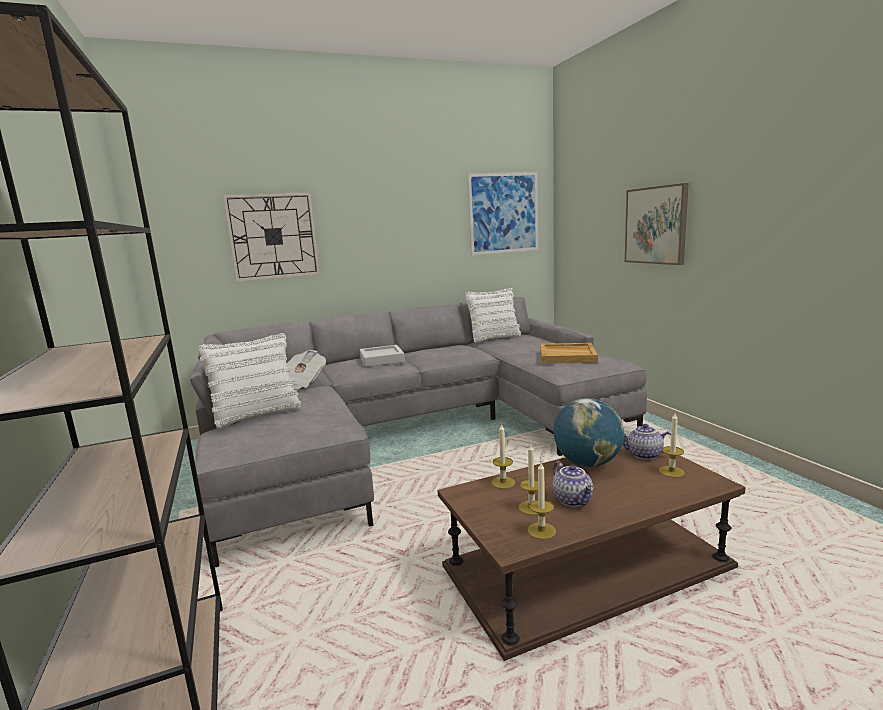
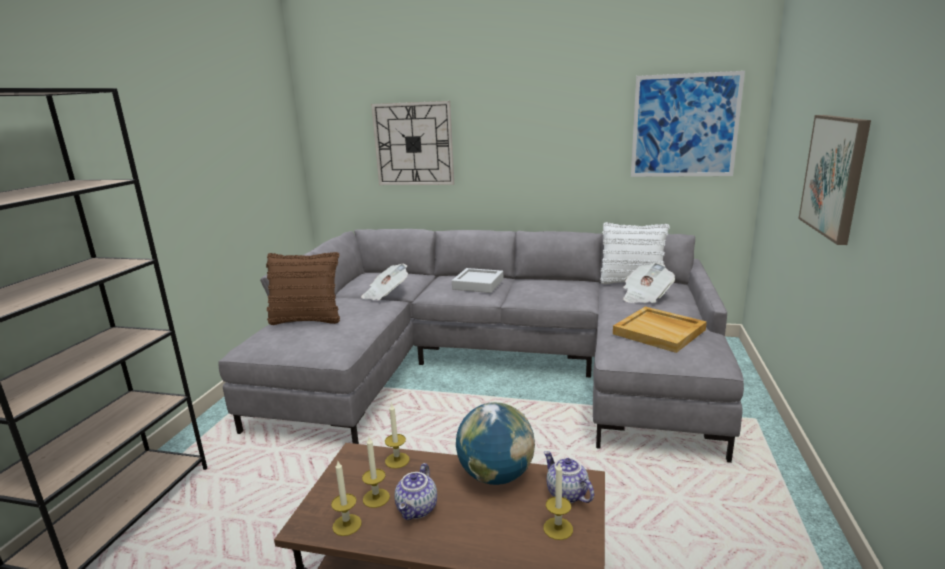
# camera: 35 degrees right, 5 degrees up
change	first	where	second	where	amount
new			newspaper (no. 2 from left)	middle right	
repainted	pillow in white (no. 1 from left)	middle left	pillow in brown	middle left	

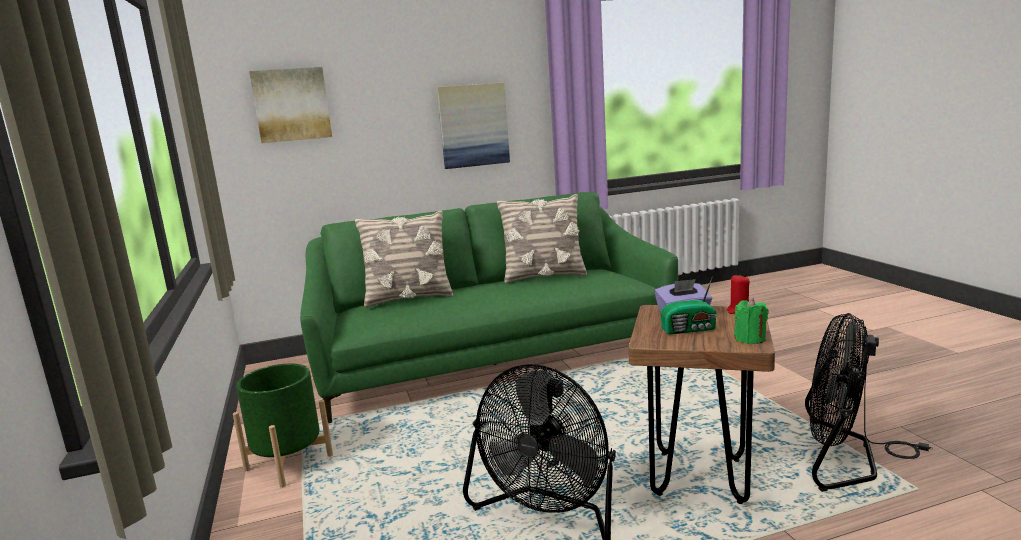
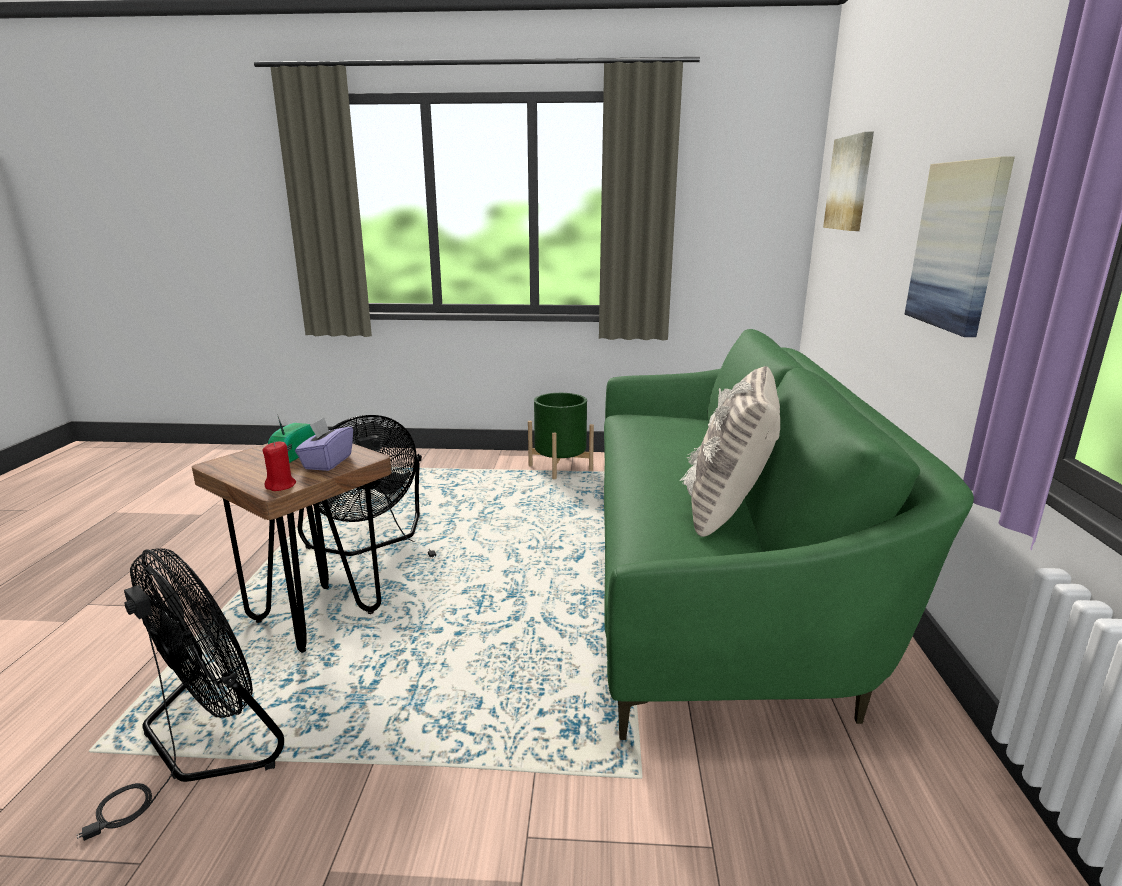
# camera: 110 degrees right, 5 degrees up
change	first	where	second	where	amount
gone	pillow in beige (no. 1 from left)	centre			
gone	candle in green	middle right			

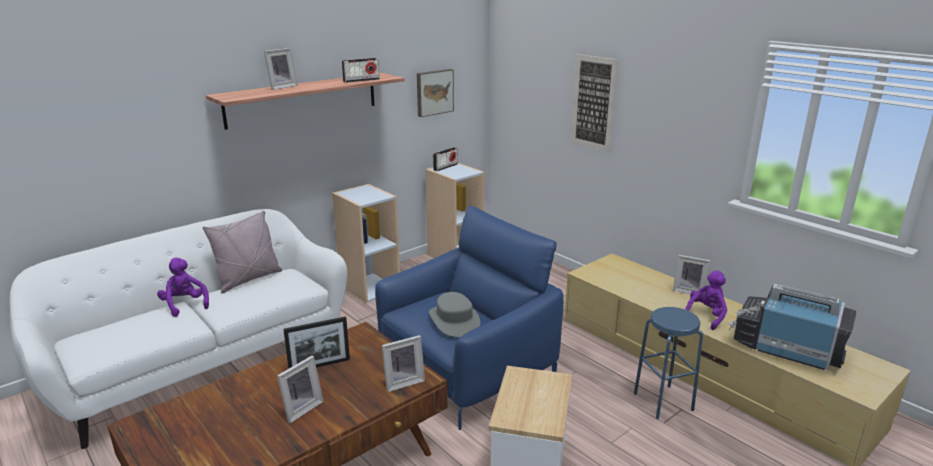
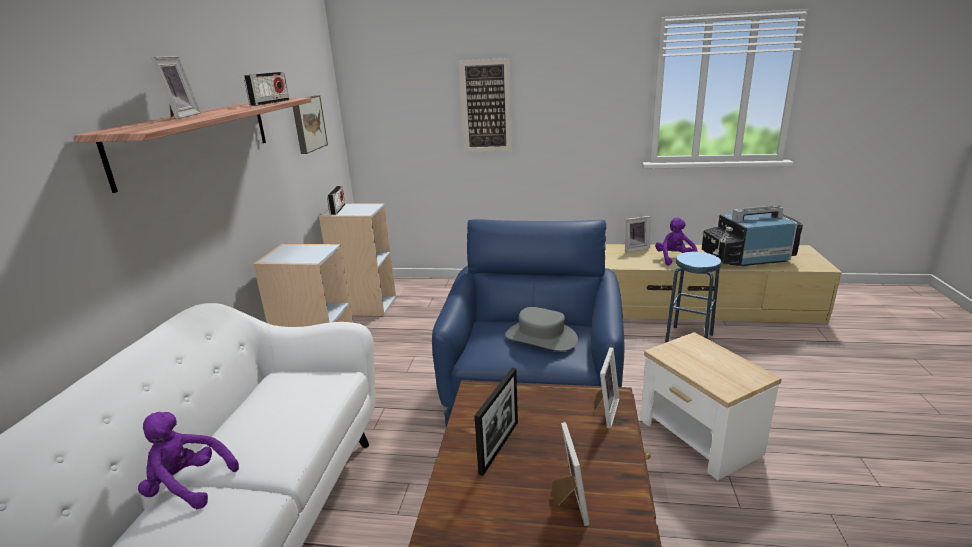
# camera: 40 degrees left, 0 degrees up
change	first	where	second	where	amount
gone	pillow in purple	middle left			

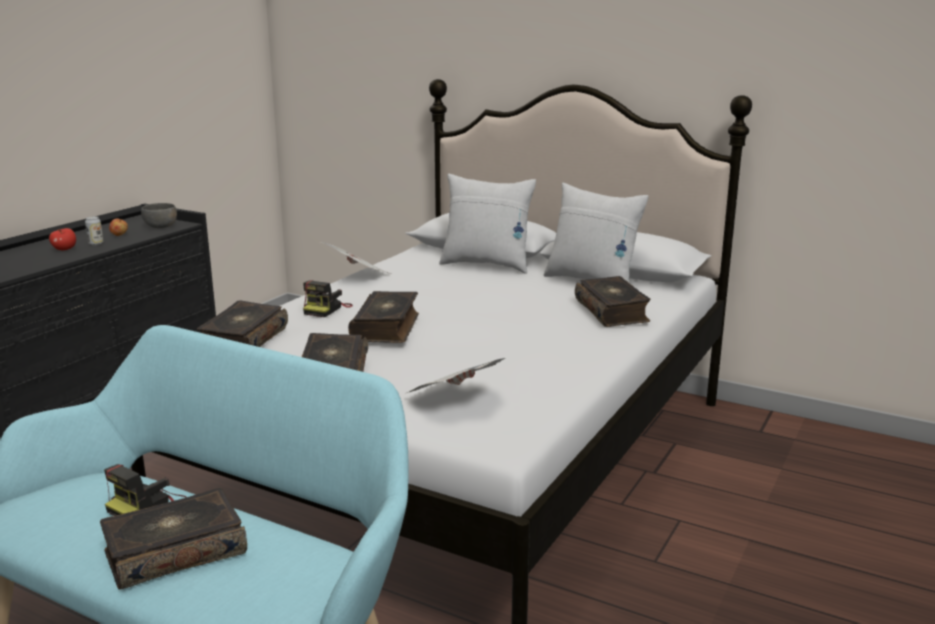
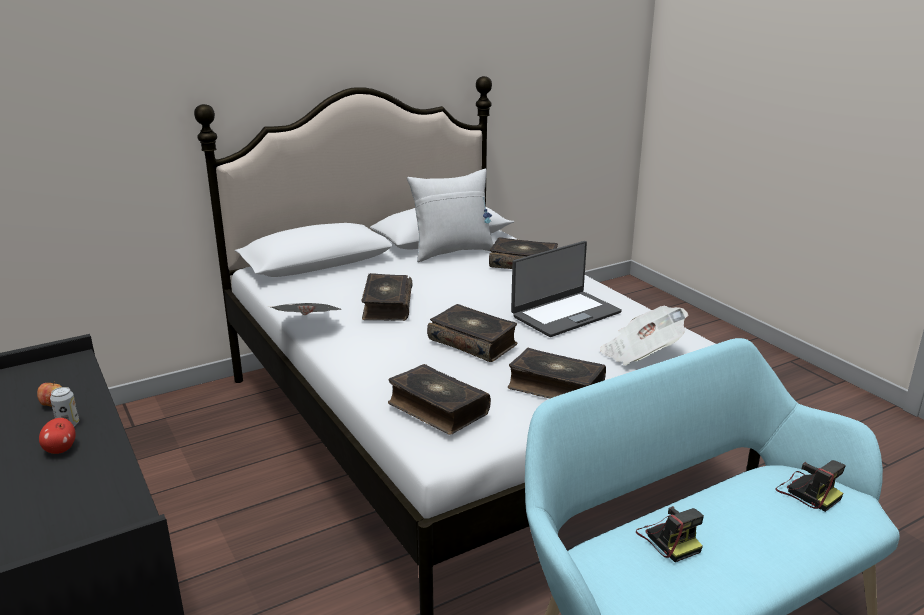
# camera: 60 degrees left, 5 degrees up
change	first	where	second	where	amount
gone	bowl in grey	middle left			
gone	pillow in grey (no. 1 from left)	centre			
new			laptop	centre	
shifted	book (no. 1 from left)	bottom left		centre	
shifted	photo camera (no. 2 from left)	centre		bottom right	

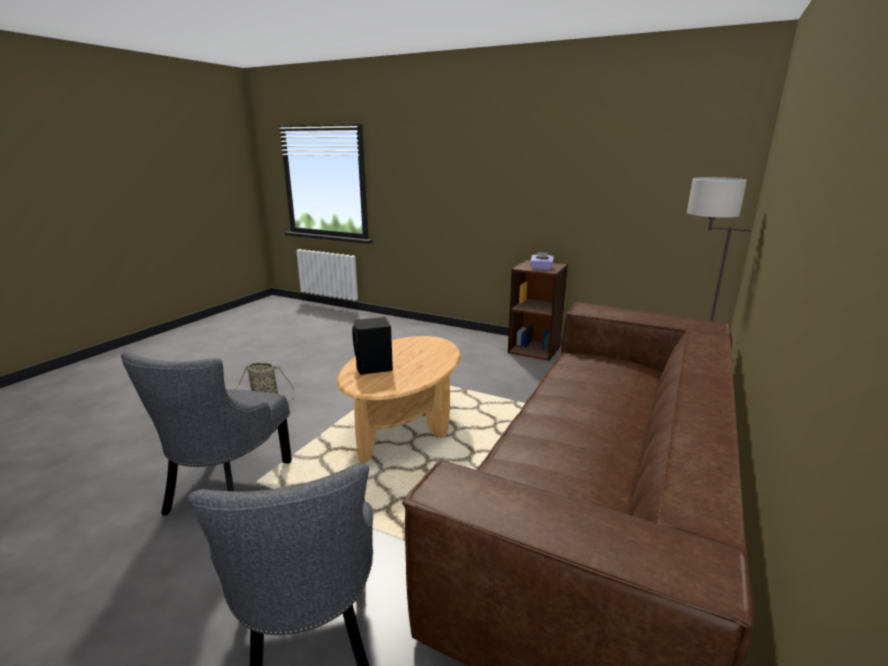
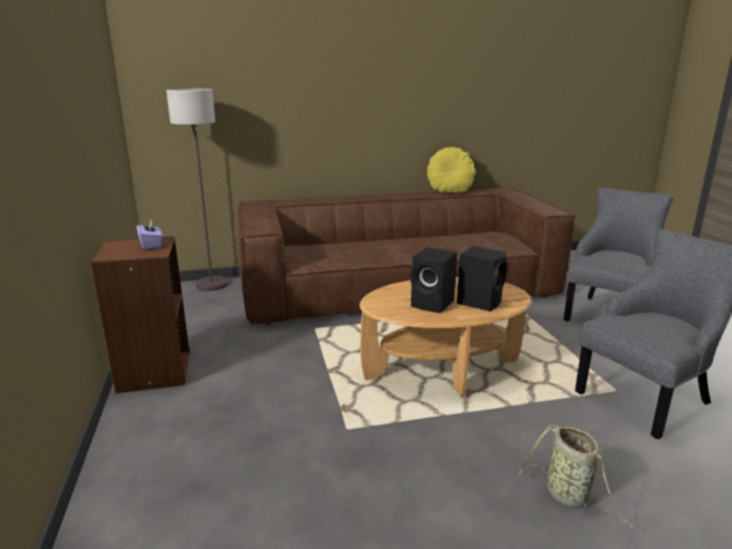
# camera: 130 degrees left, 0 degrees up
change	first	where	second	where	amount
new			speaker in black (no. 1 from left)	centre	
new			pillow in yellow	top centre	

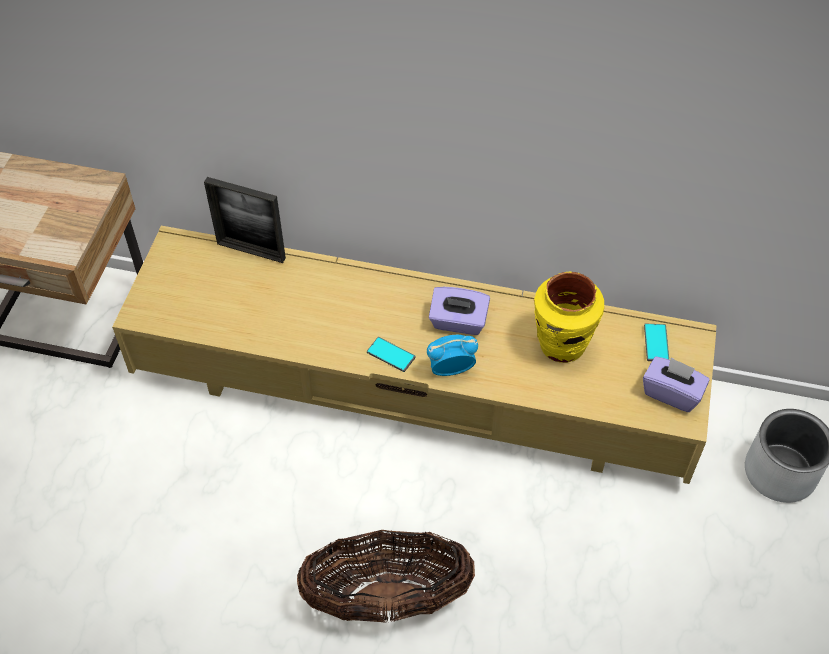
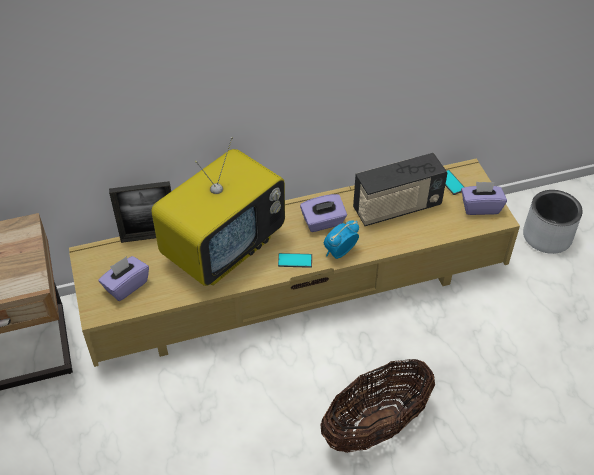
# camera: 30 degrees left, 5 degrees down
change	first	where	second	where	amount
new			tissue box in purple (no. 1 from left)	middle left	
new			television	centre	
swapped	vase in yellow	middle right	radio	middle right	

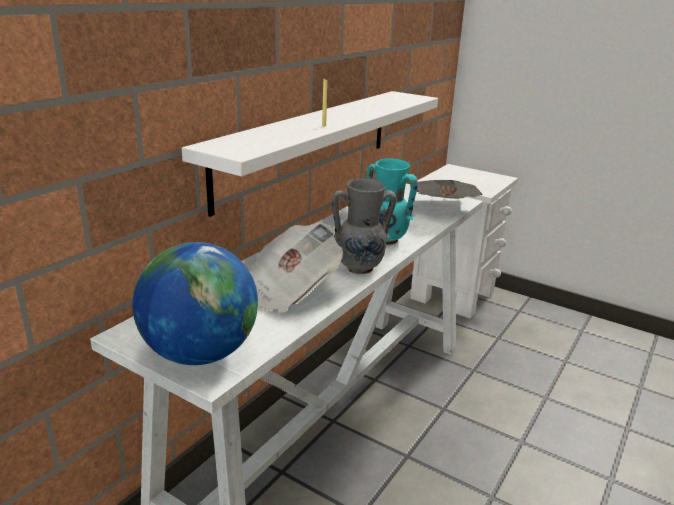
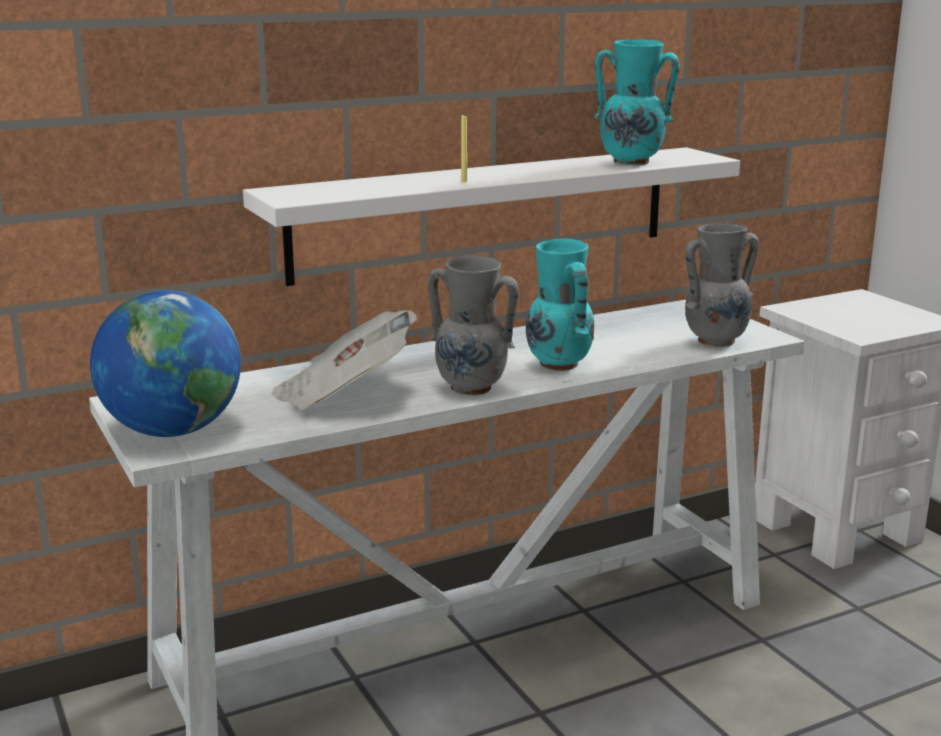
# camera: 30 degrees right, 5 degrees down
change	first	where	second	where	amount
new			vase in turquoise (no. 2 from left)	top right	
swapped	newspaper (no. 2 from left)	centre	vase in grey (no. 2 from left)	middle right	

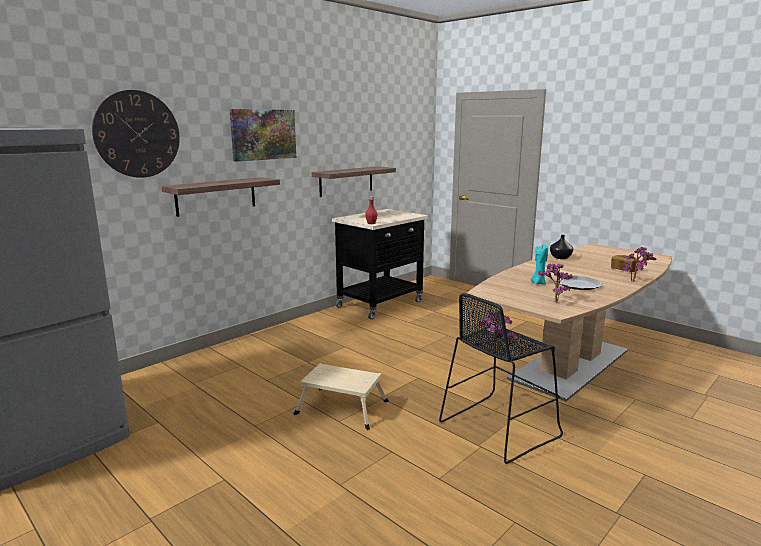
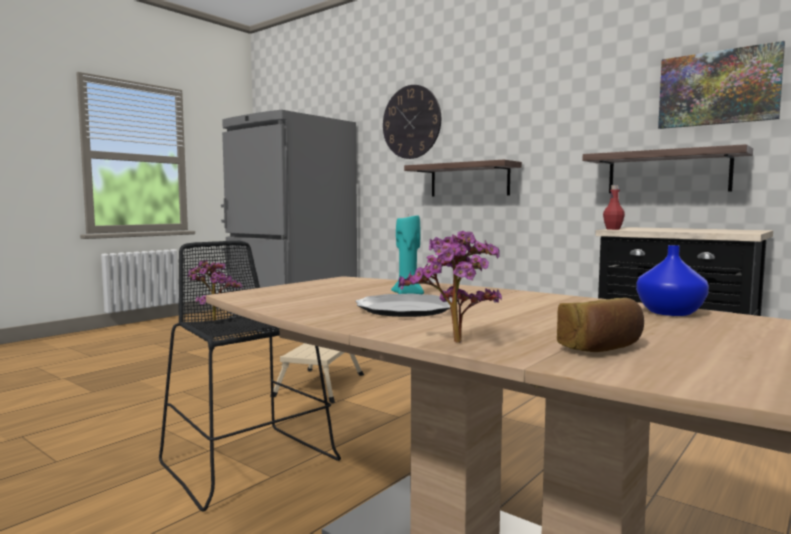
# camera: 85 degrees right, 10 degrees down
change	first	where	second	where	amount
gone	potted plant (no. 2 from left)	middle right			
shifted	picture	top centre		top right	
repainted	vase in black	middle right	vase in blue	middle right	

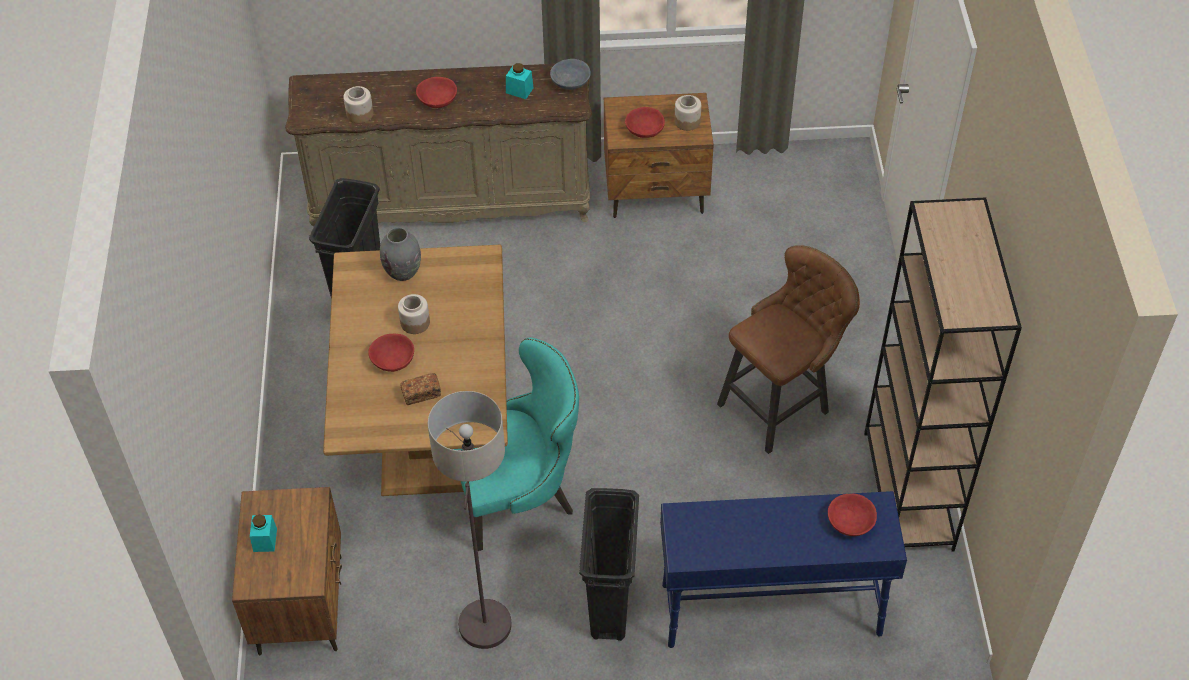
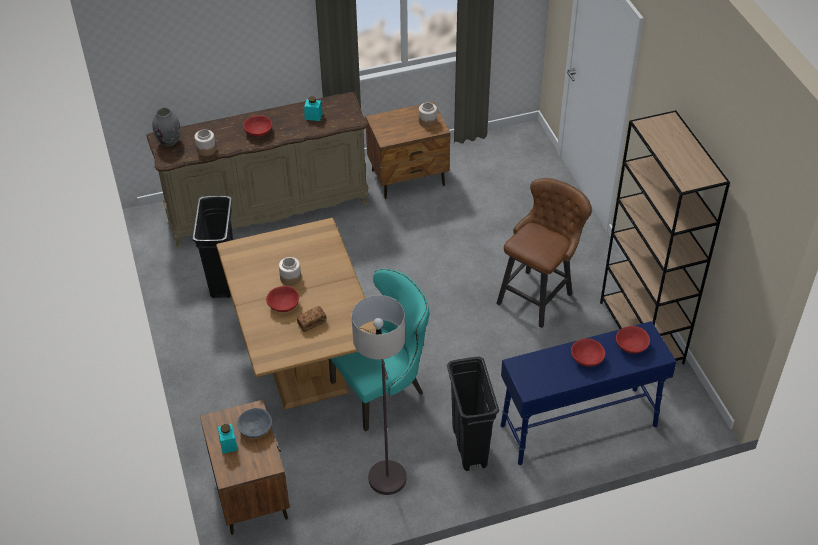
# camera: 15 degrees left, 5 degrees down
change	first	where	second	where	amount
shifted	vase in grey	centre		top left	
shifted	bowl in grey	top centre		bottom left	
shifted	bowl in red (no. 3 from left)	top centre		middle right	

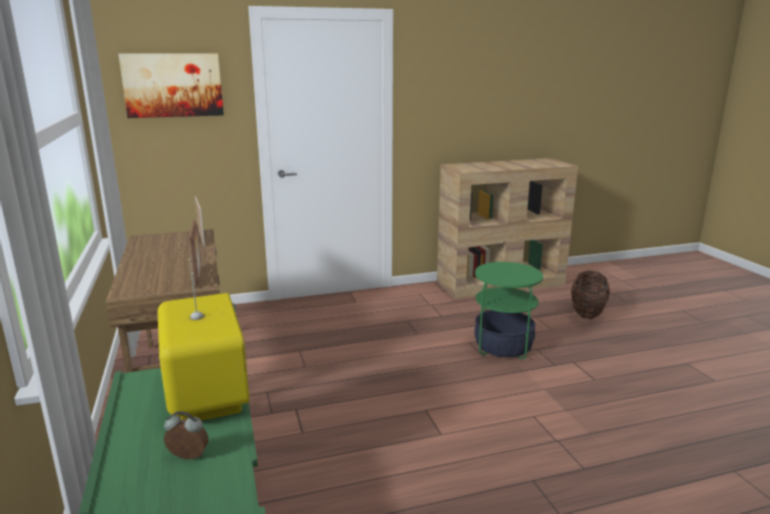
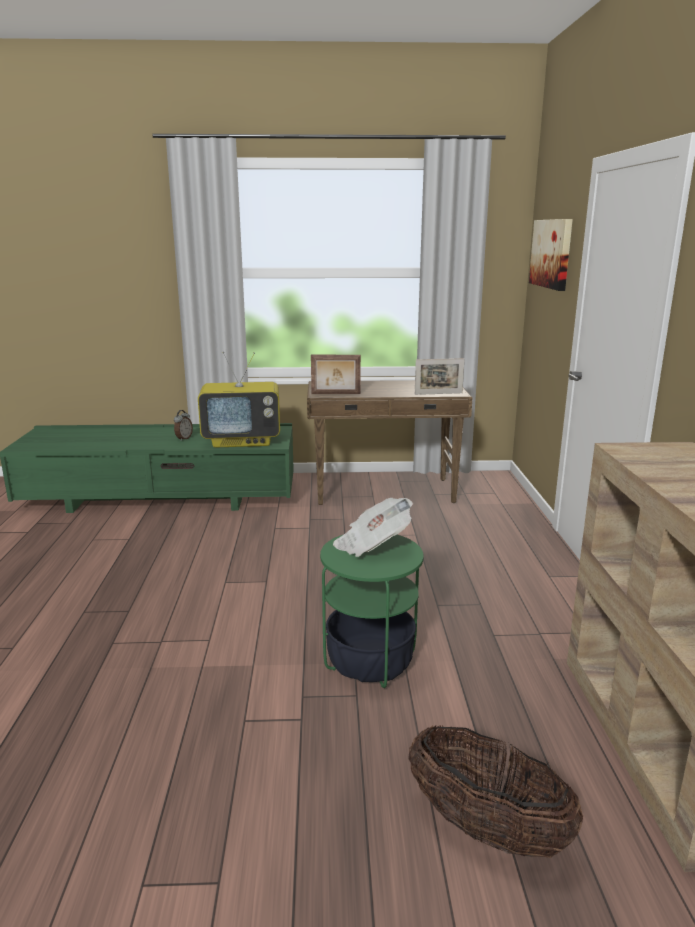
# camera: 105 degrees right, 0 degrees up
change	first	where	second	where	amount
new			newspaper	centre	

